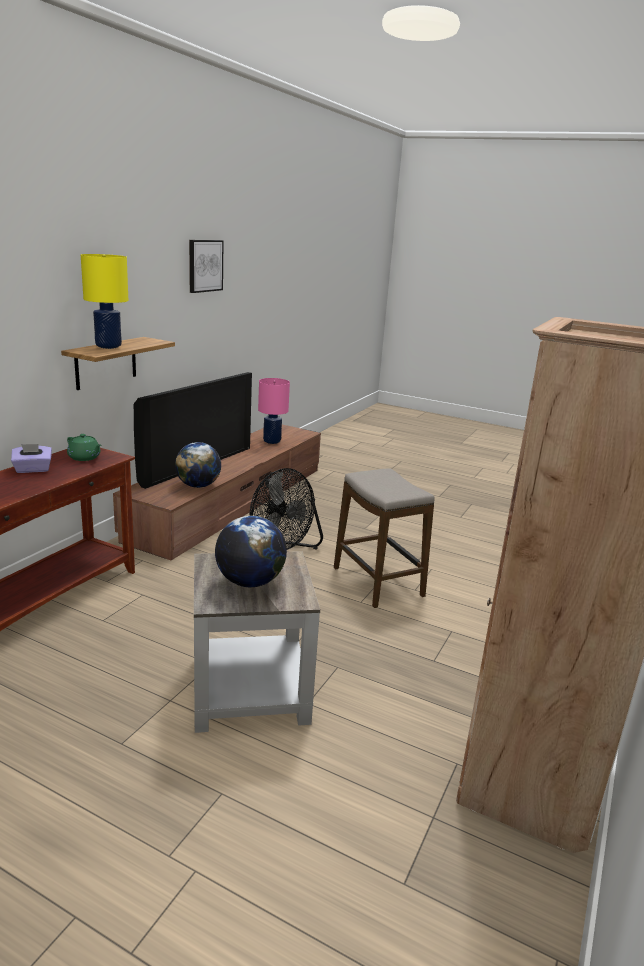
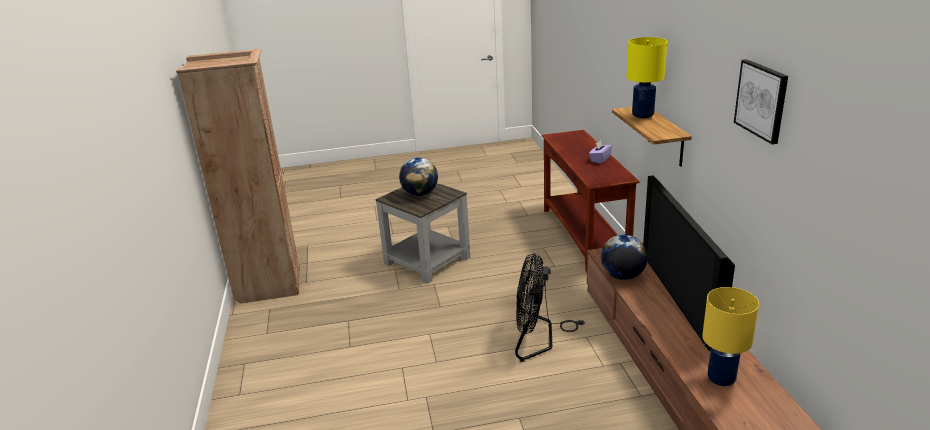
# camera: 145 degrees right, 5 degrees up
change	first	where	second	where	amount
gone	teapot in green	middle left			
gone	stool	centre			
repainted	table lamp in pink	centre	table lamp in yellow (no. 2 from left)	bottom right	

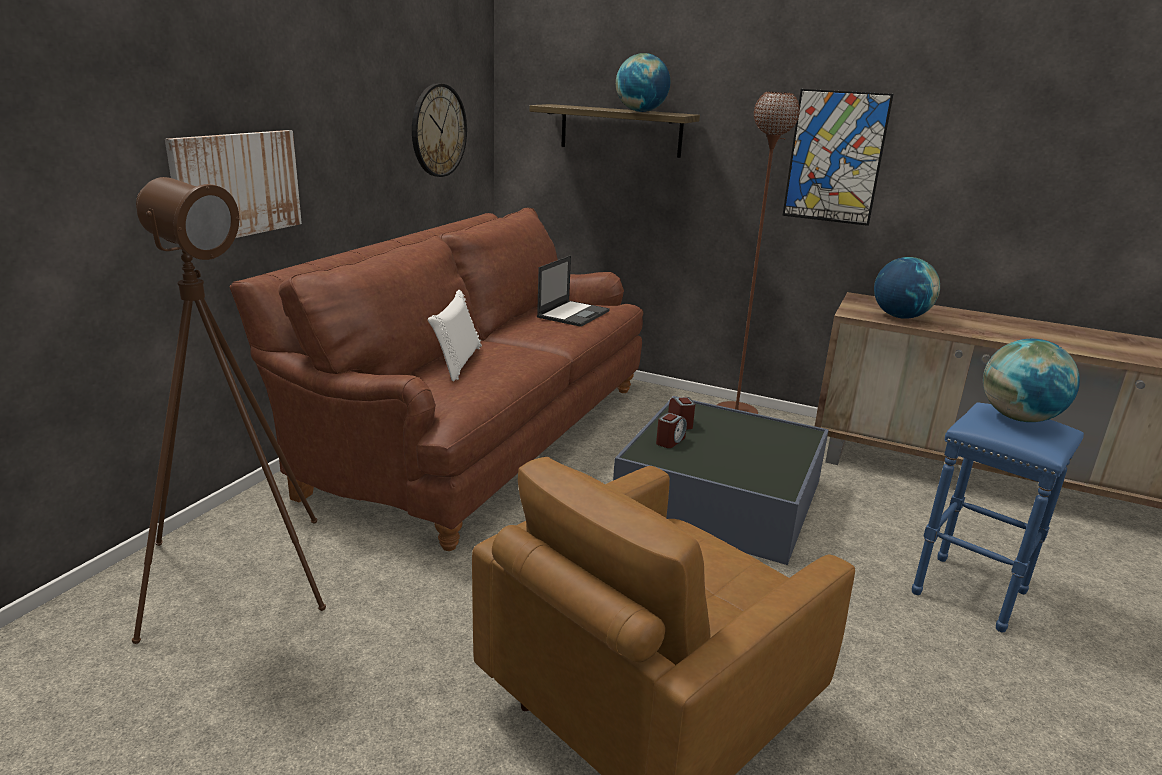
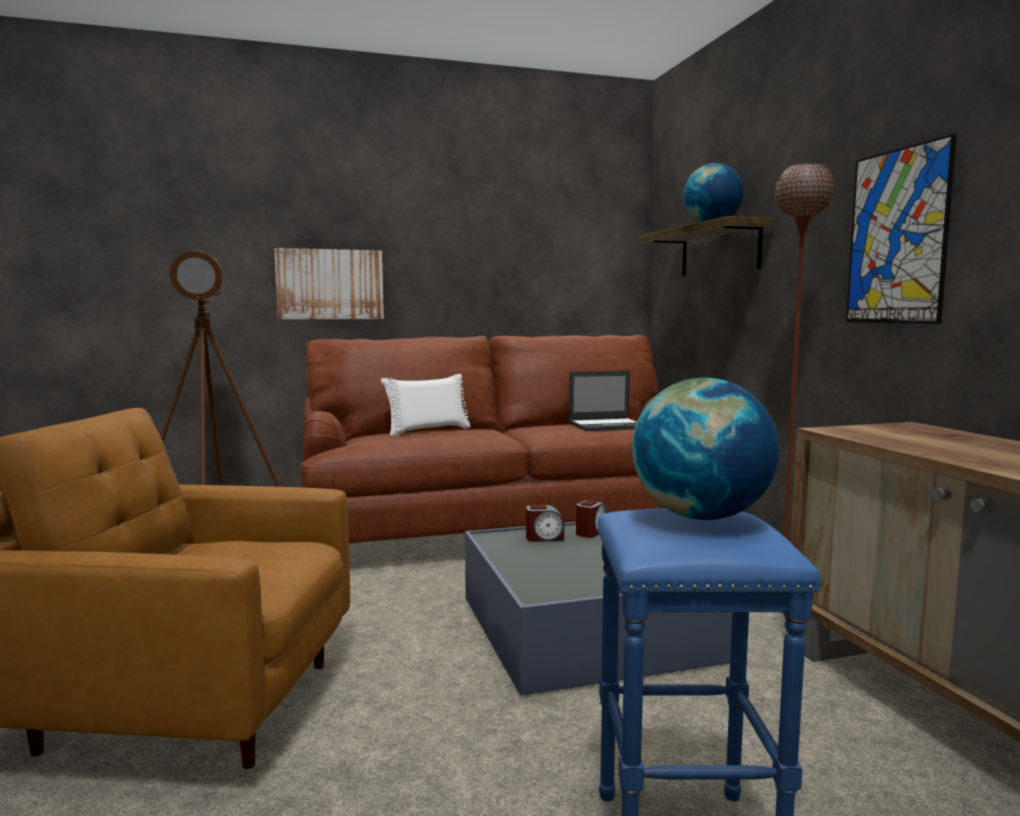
# camera: 50 degrees right, 15 degrees down
change	first	where	second	where	amount
gone	wall clock	top centre			
gone	globe (no. 2 from left)	middle right			

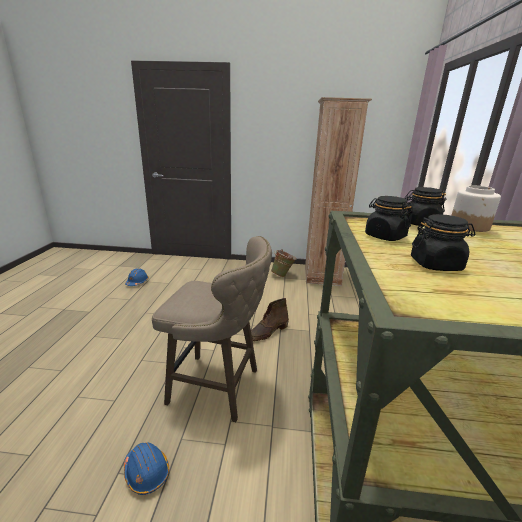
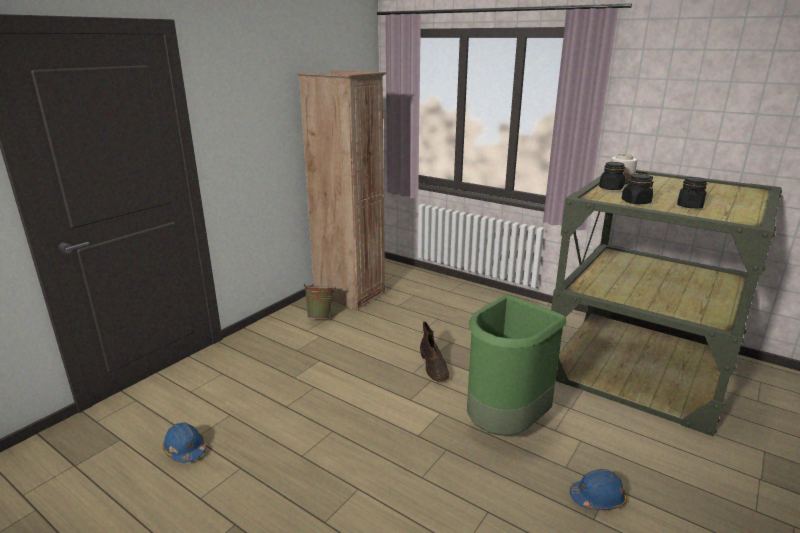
# camera: 60 degrees left, 0 degrees up
change	first	where	second	where	amount
swapped	stool in beige	centre	trash can in green	bottom centre	

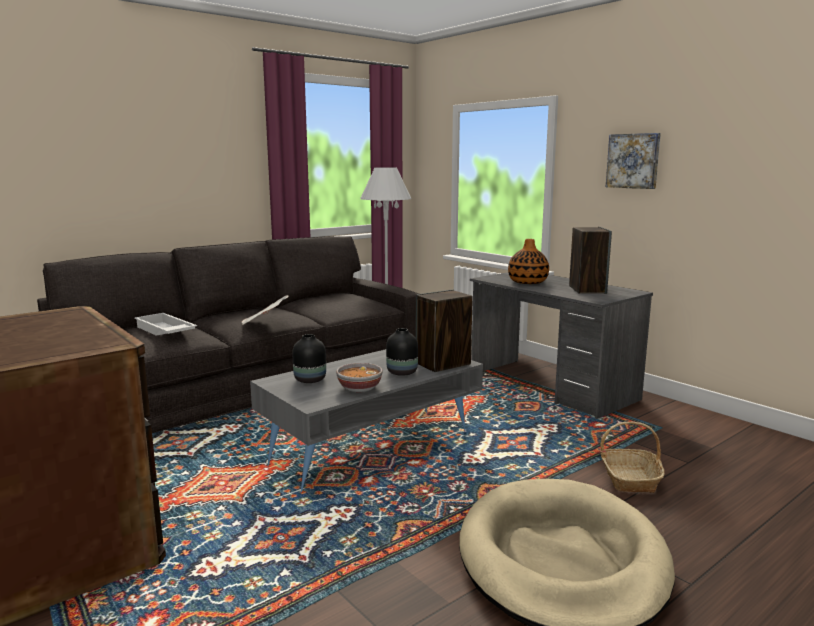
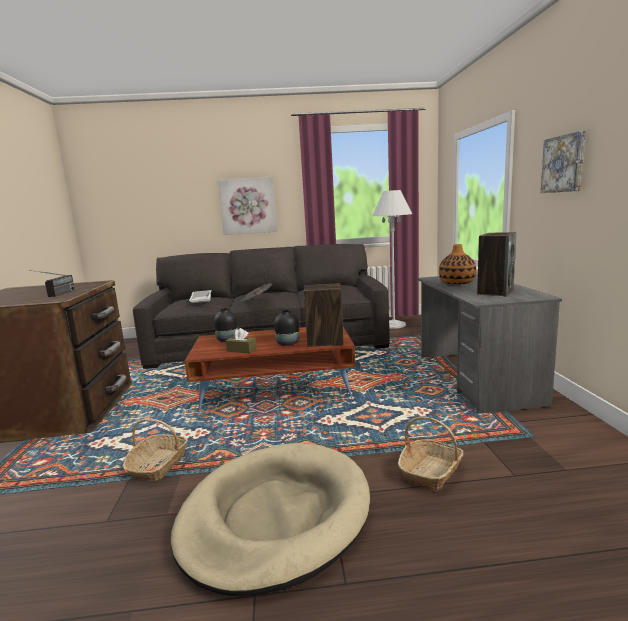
# camera: 35 degrees right, 0 degrees up
change	first	where	second	where	amount
new			radio	middle left	
new			basket (no. 1 from left)	bottom left	
new			picture (no. 1 from left)	top centre	
swapped	bowl	centre	tissue box in brown	centre	
repainted	coffee table in grey	bottom centre	coffee table in brown	centre	

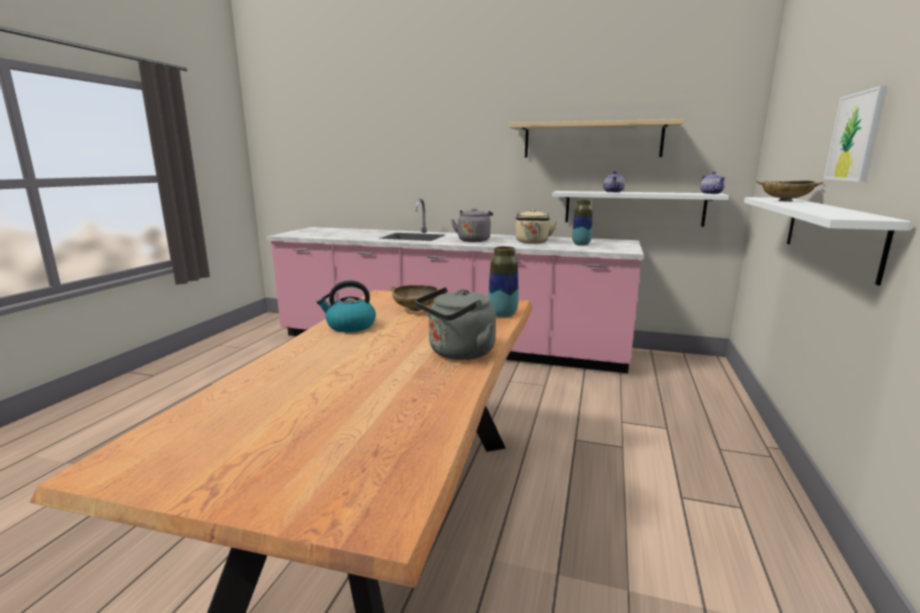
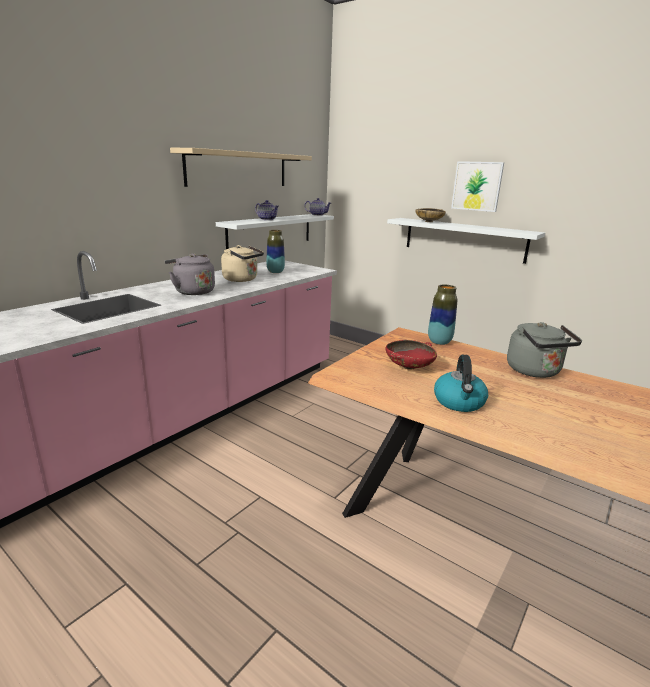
# camera: 70 degrees left, 5 degrees up
change	first	where	second	where	amount
repainted	bowl in beige (no. 1 from left)	centre	bowl in red	centre	

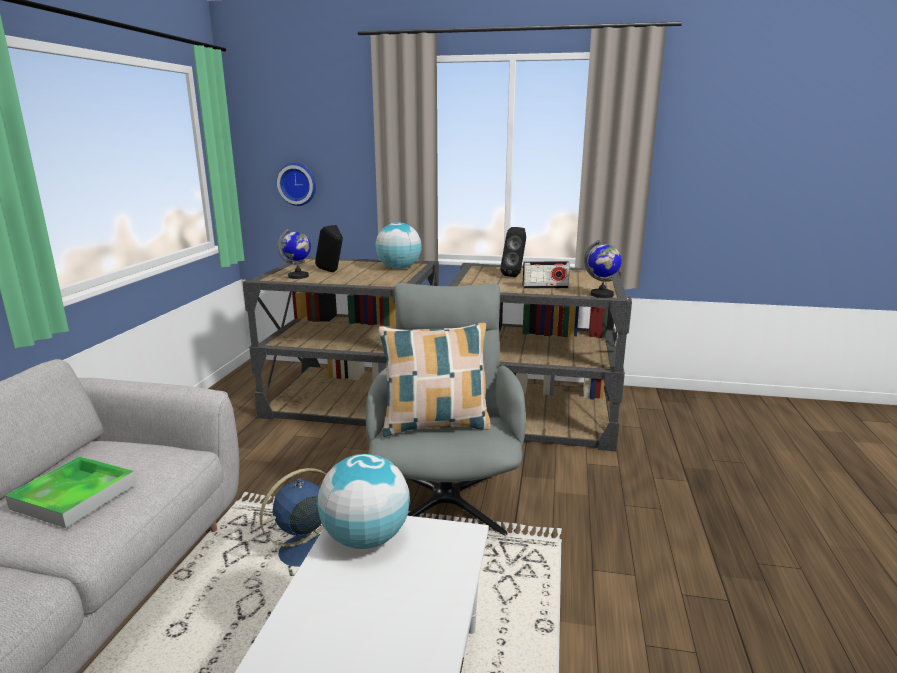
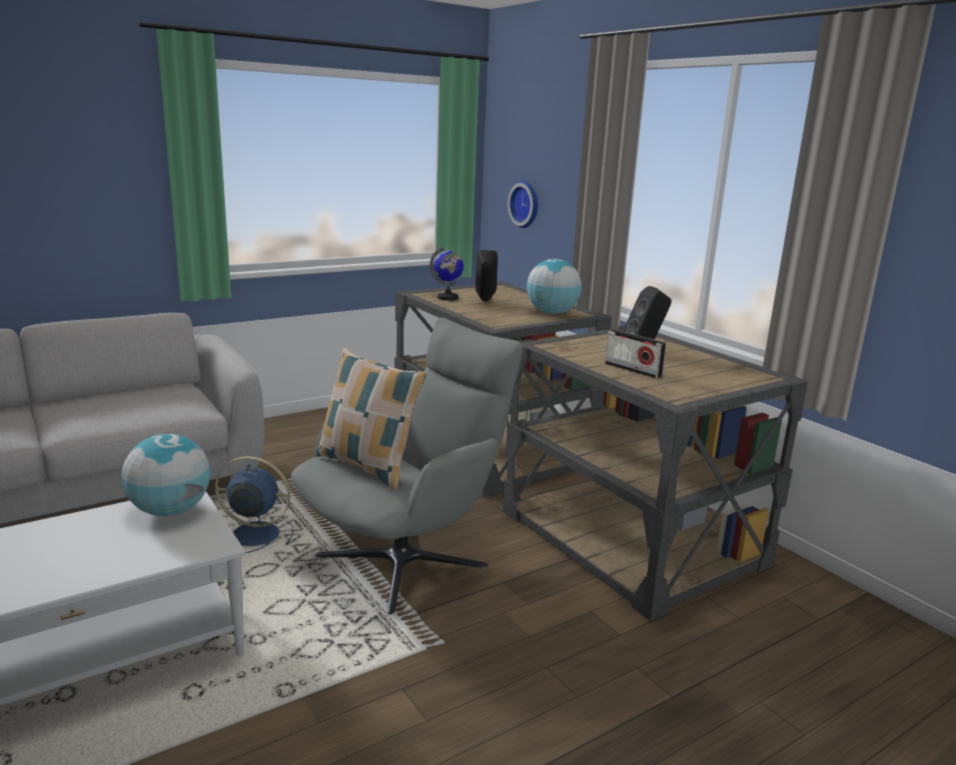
# camera: 45 degrees right, 0 degrees up
change	first	where	second	where	amount
gone	tray	bottom left			
gone	globe (no. 4 from left)	middle right			

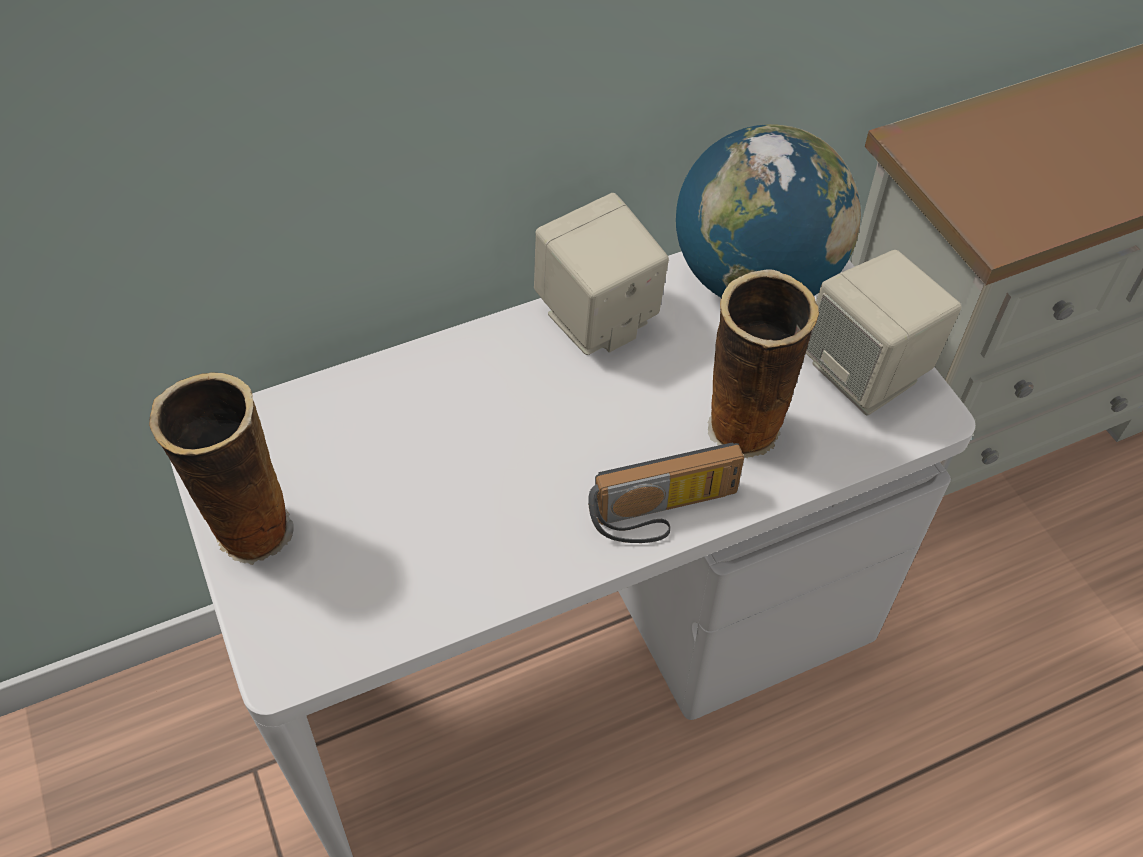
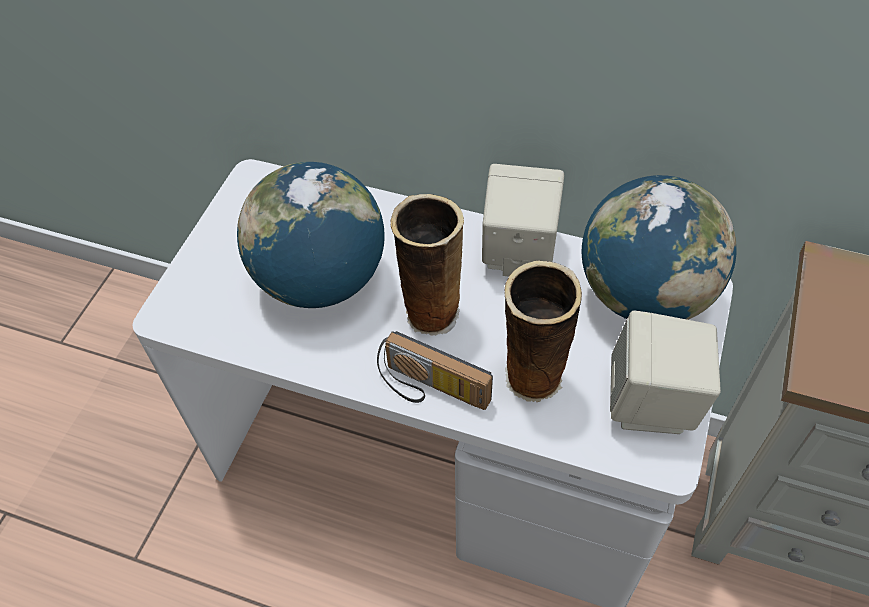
# camera: 45 degrees right, 0 degrees up
change	first	where	second	where	amount
new			globe (no. 1 from left)	centre	
shifted	vase (no. 1 from left)	middle left		centre	

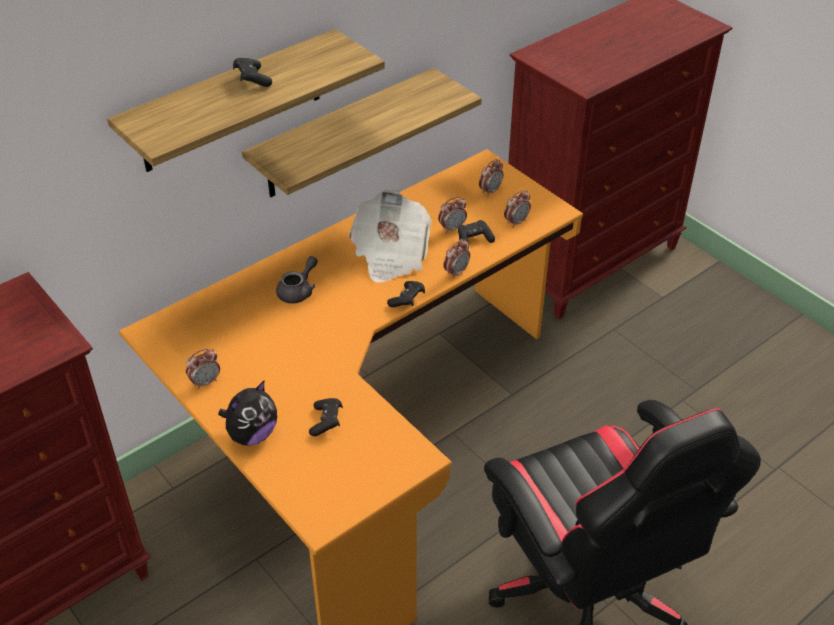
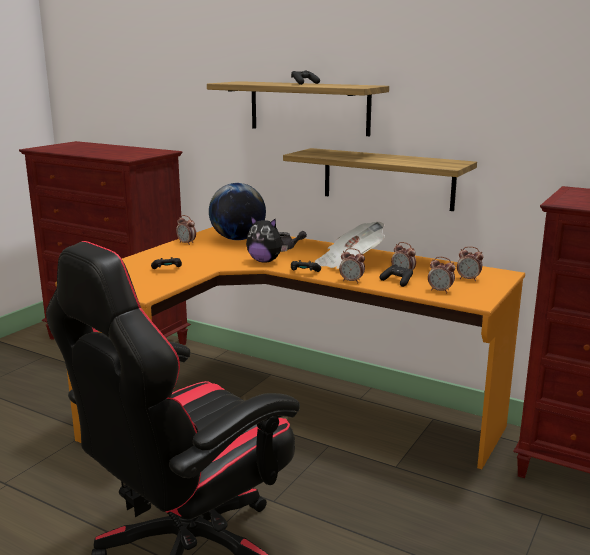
# camera: 70 degrees right, 25 degrees down
change	first	where	second	where	amount
new			globe	centre	
shifted	plush toy	middle left		centre	

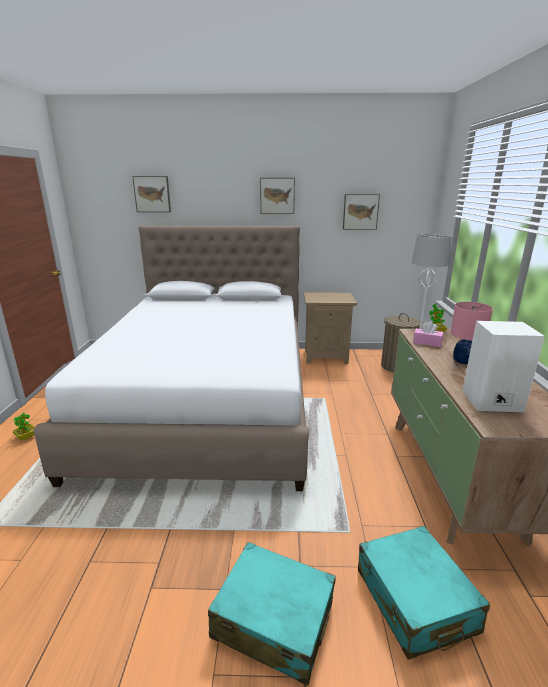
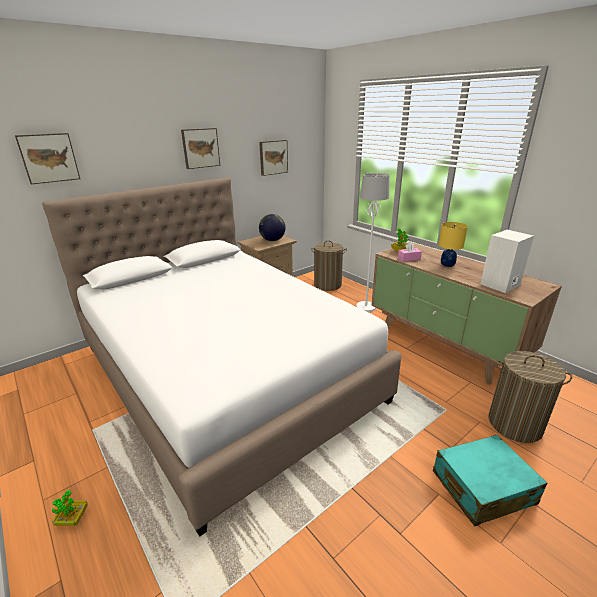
# camera: 40 degrees left, 5 degrees up
change	first	where	second	where	amount
new			globe	centre	
swapped	suitcase in turquoise (no. 2 from left)	bottom right	laundry basket (no. 2 from left)	middle right	
repainted	table lamp in pink	middle right	table lamp in yellow	middle right	

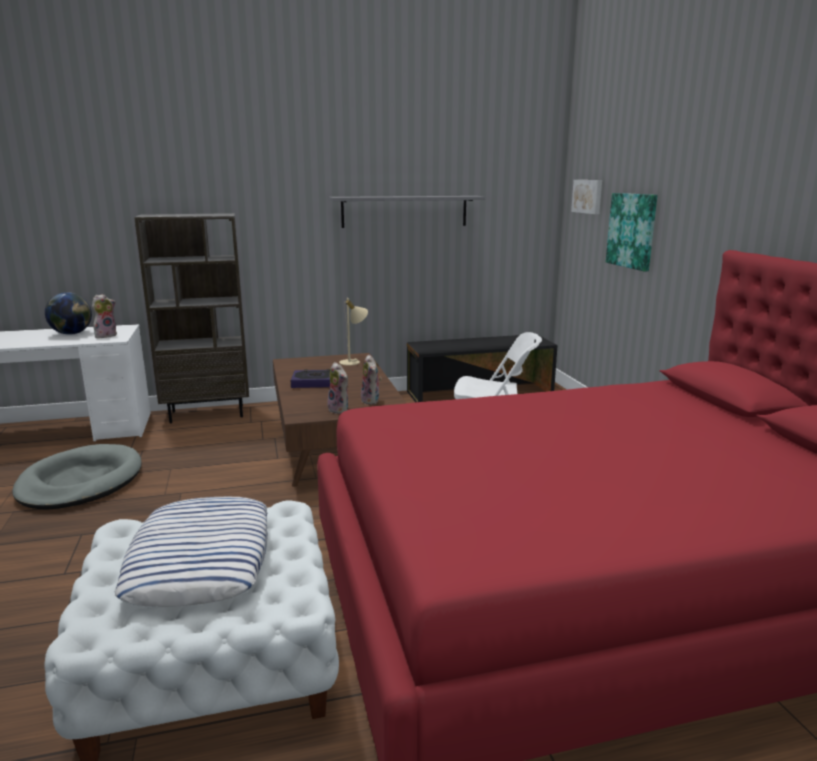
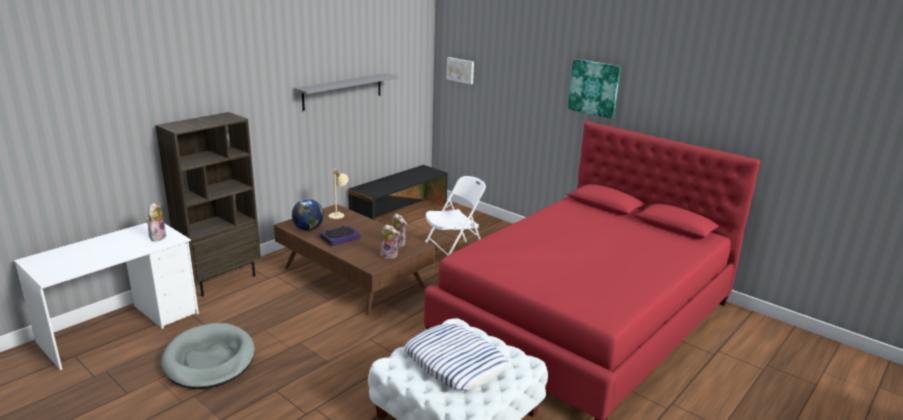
# camera: 35 degrees left, 5 degrees up
change	first	where	second	where	amount
shifted	globe	middle left		centre	
shifted	picture (no. 2 from left)	top right		top centre	

